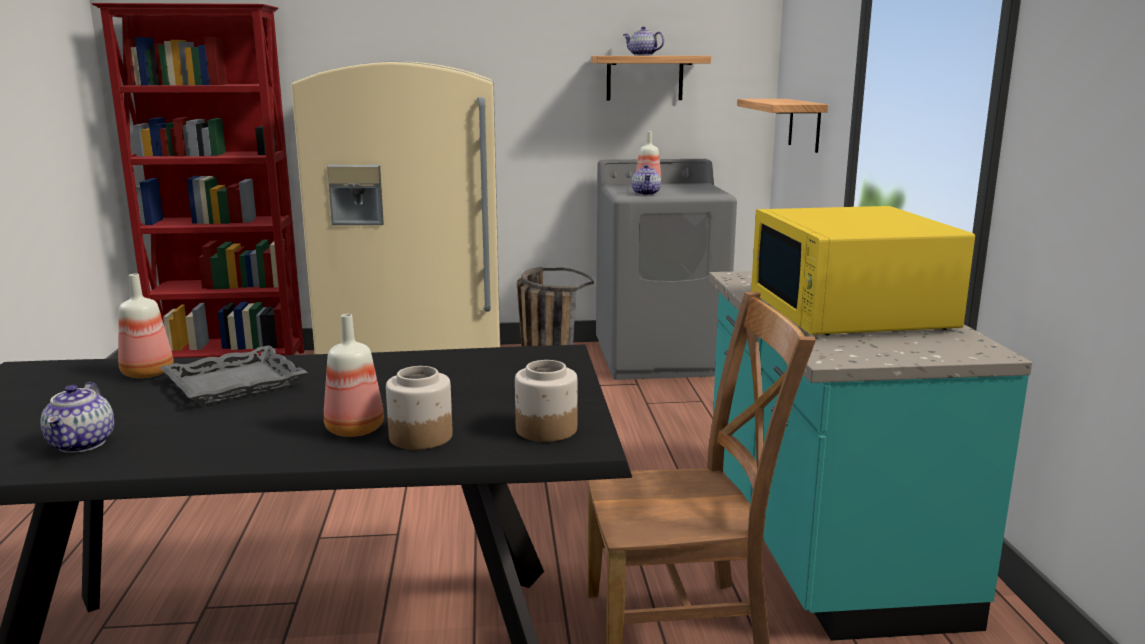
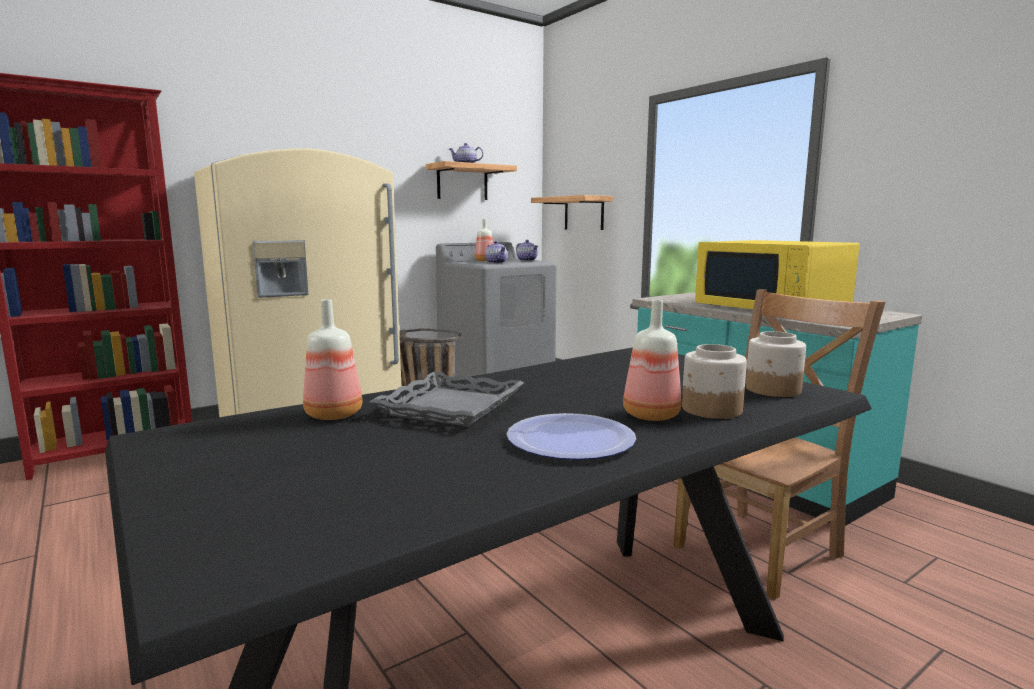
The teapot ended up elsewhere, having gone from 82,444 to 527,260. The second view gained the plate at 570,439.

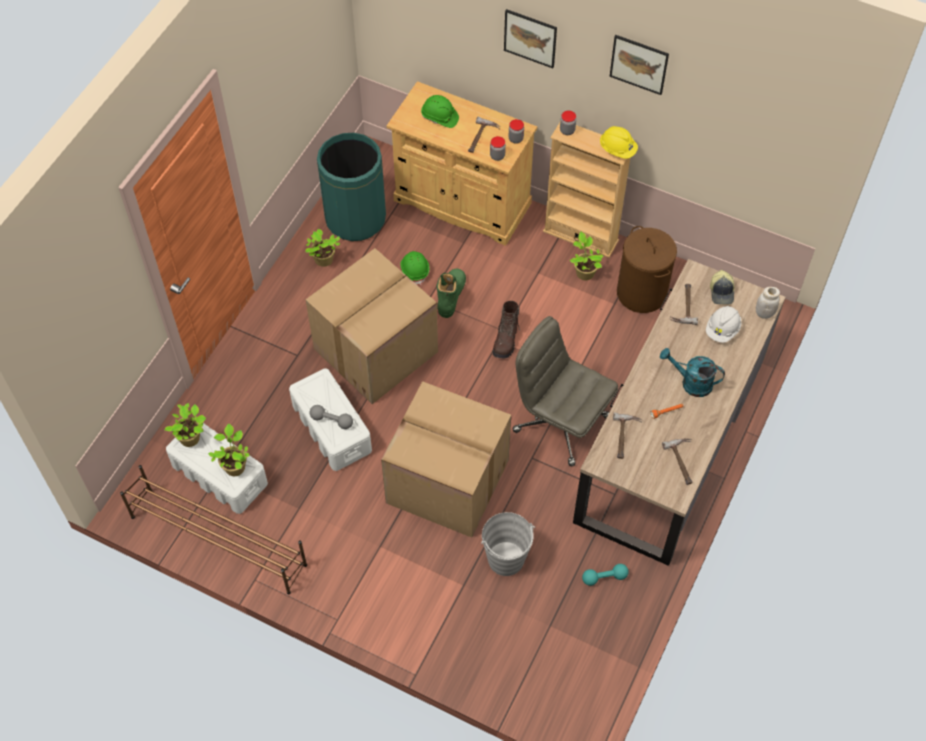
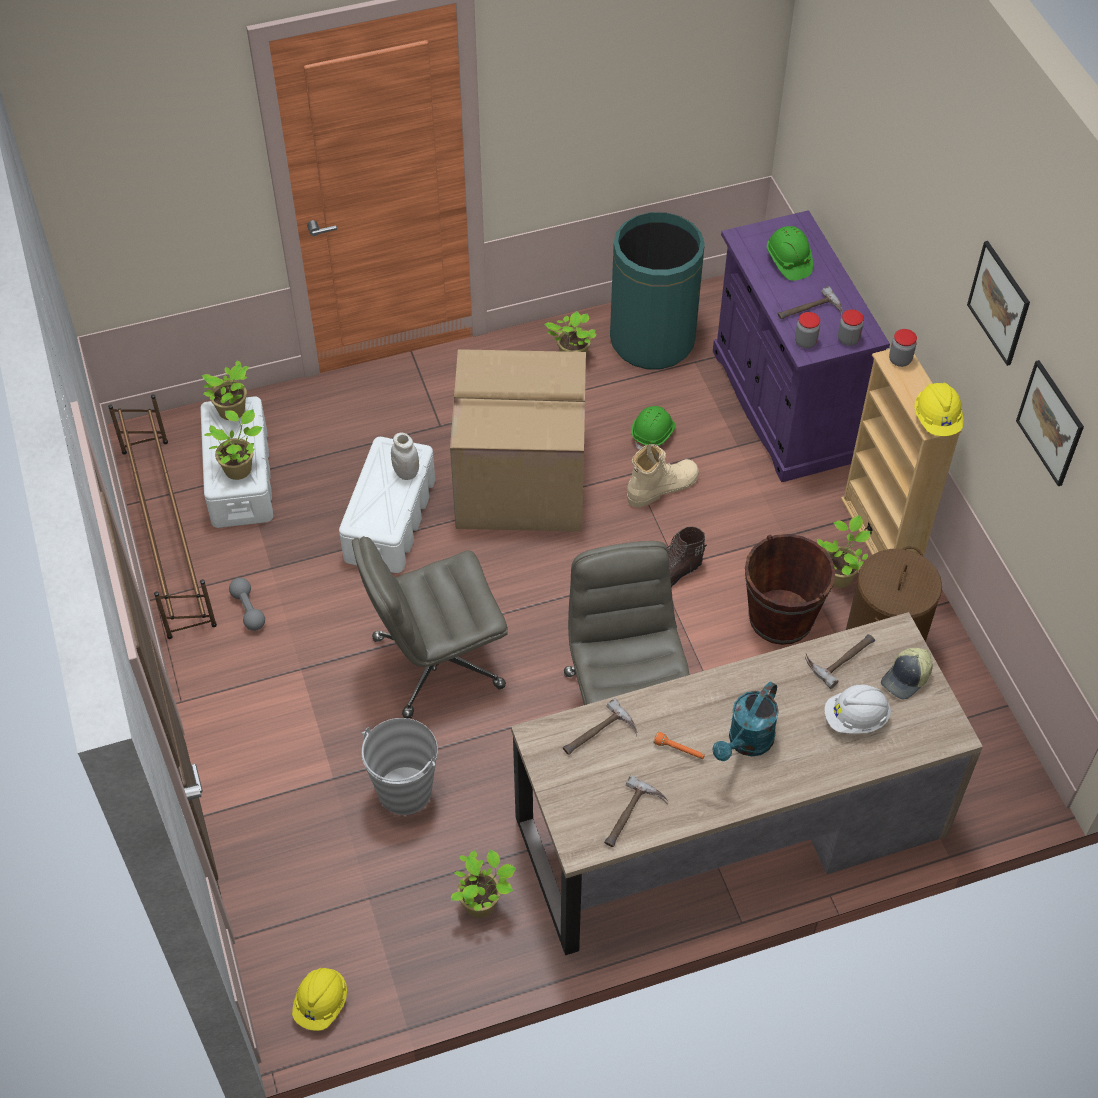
The picture ended up elsewhere, having gone from 530,38 to 1050,423. What was the beige cabinet at 462,202 turned into the purple cabinet at 785,405. What was the green boot at 451,295 turned into the beige boot at 662,487. The white jar ended up elsewhere, having gone from 764,313 to 406,473. The turquoise watering can at 691,382 ended up facing another way, 120 degrees counterclockwise from before. Where the cardboard box stood at 445,482, the grey office chair came to stand at 436,663. The grey dumbbell ended up elsewhere, having gone from 331,420 to 248,610. Where the turquoise dumbbell stood at 604,577, the potted plant came to stand at 482,903. The second view gained the brown bucket at 780,618. The second view gained the yellow hard hat at 321,1004.

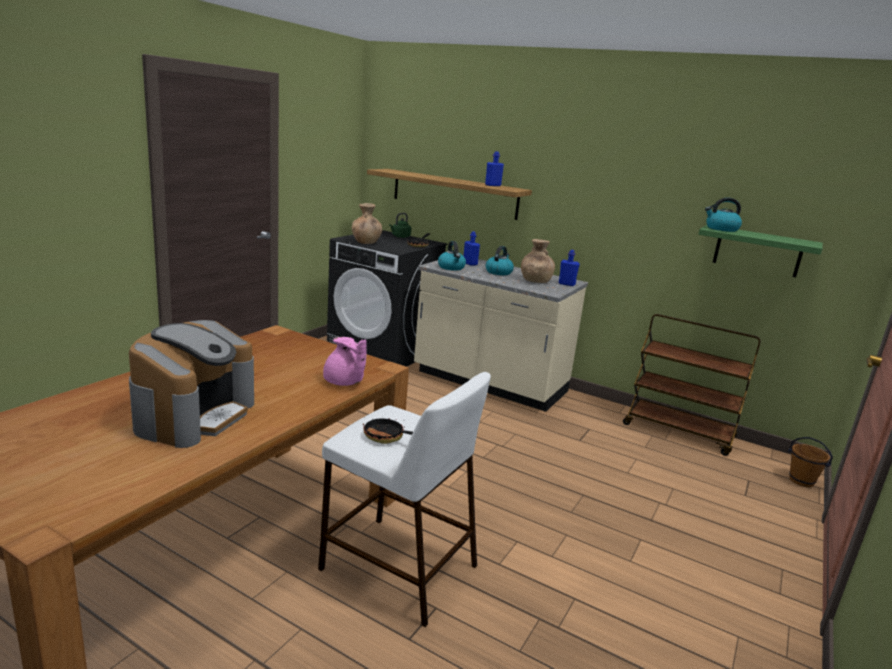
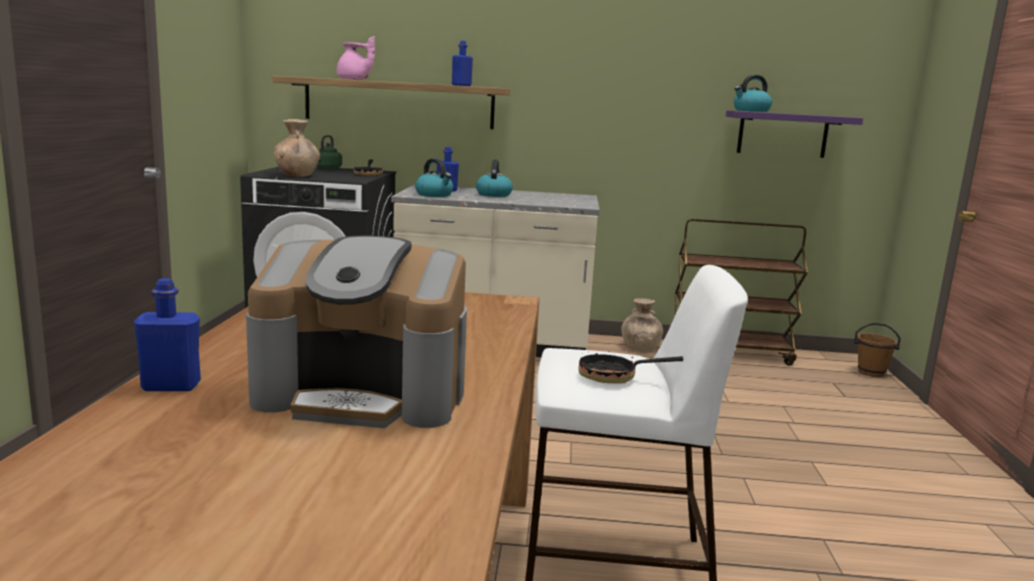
What was the green shelf at 757,251 turned into the purple shelf at 782,134. The brown vase ended up elsewhere, having gone from 535,281 to 640,347. The blue bottle ended up elsewhere, having gone from 566,284 to 171,386. The coffee machine at 194,415 ended up facing another way, 105 degrees clockwise from before. The pink teapot ended up elsewhere, having gone from 344,382 to 354,79.

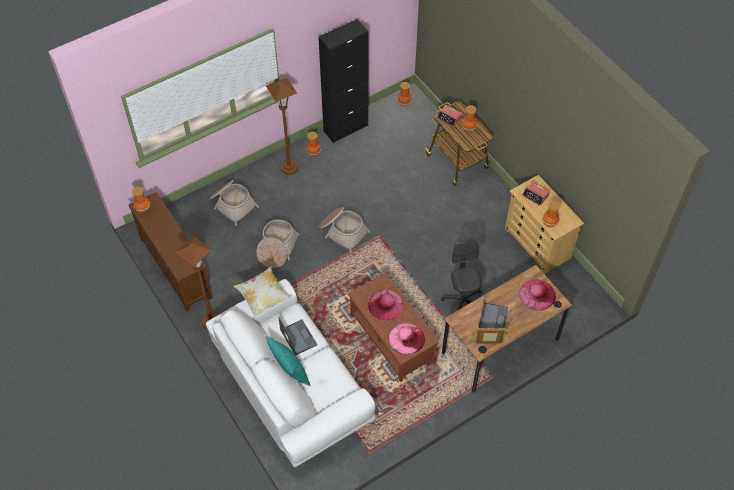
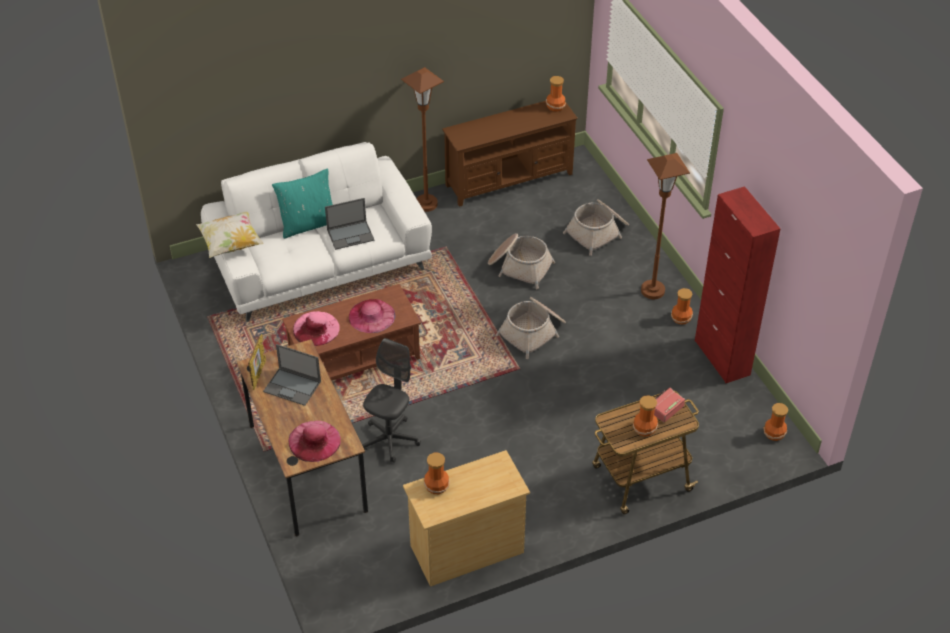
What was the black cabinet at 346,128 turned into the red cabinet at 722,357. The second view lost the alarm clock at 535,195. The grey office chair at 462,300 ended up facing another way, 60 degrees counterclockwise from before. The pillow ended up elsewhere, having gone from 263,297 to 231,244.

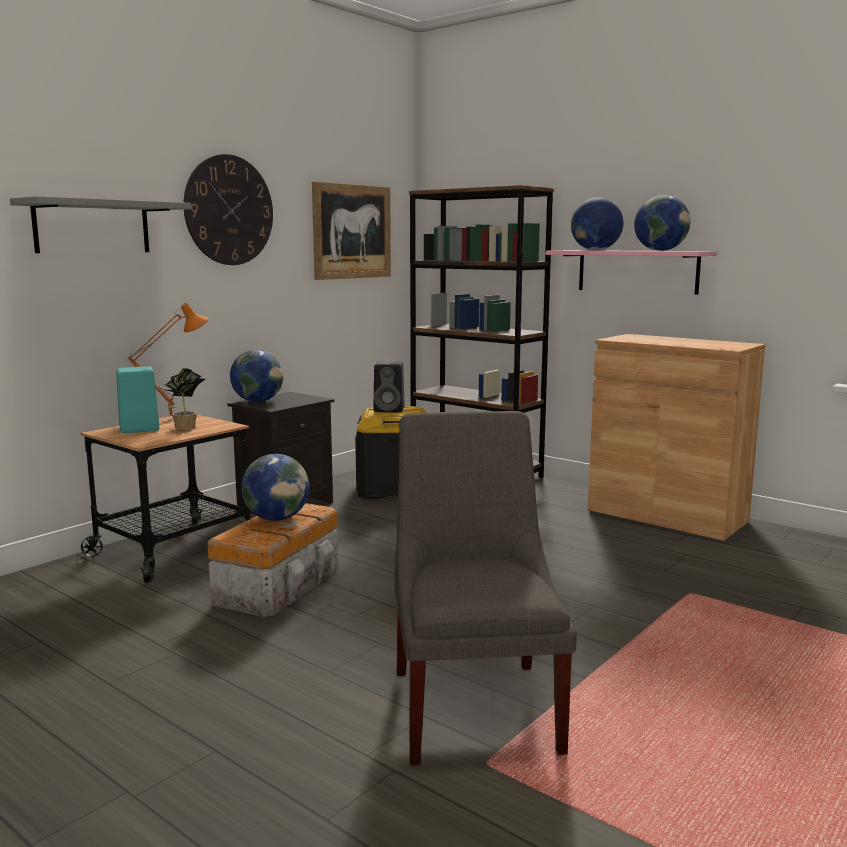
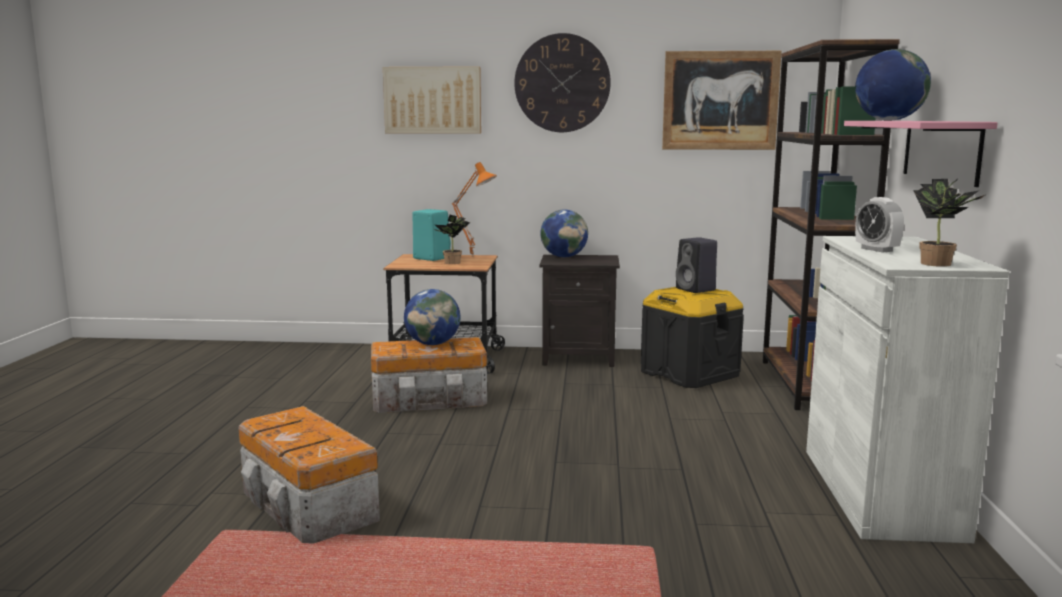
The second view lost the globe at 660,250. Where the grey shelf hung at 92,227, the picture came to hang at 432,100. What was the brown cabinet at 666,515 turned into the white cabinet at 880,492. Where the grey chair stood at 475,704, the storage box came to stand at 308,506. The second view gained the potted plant at 940,264. The second view gained the alarm clock at 876,250.

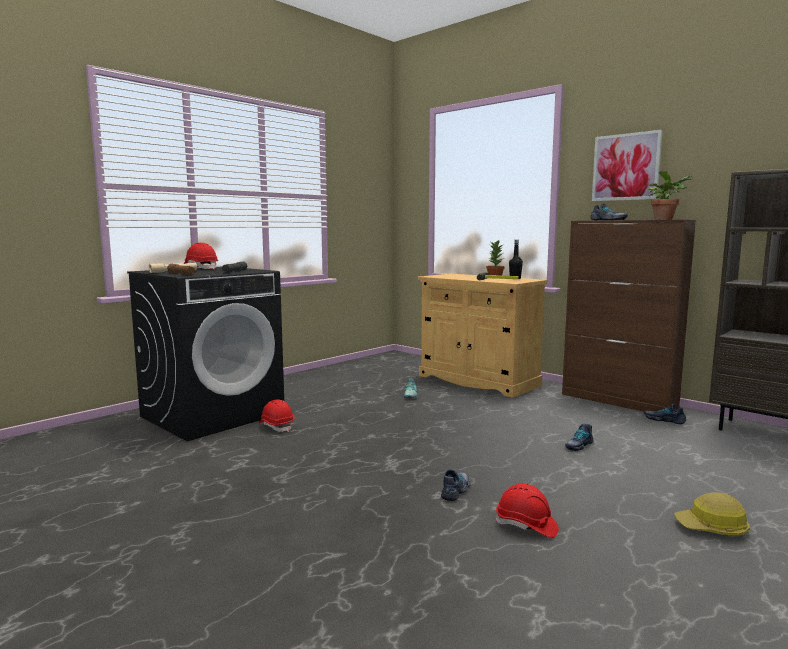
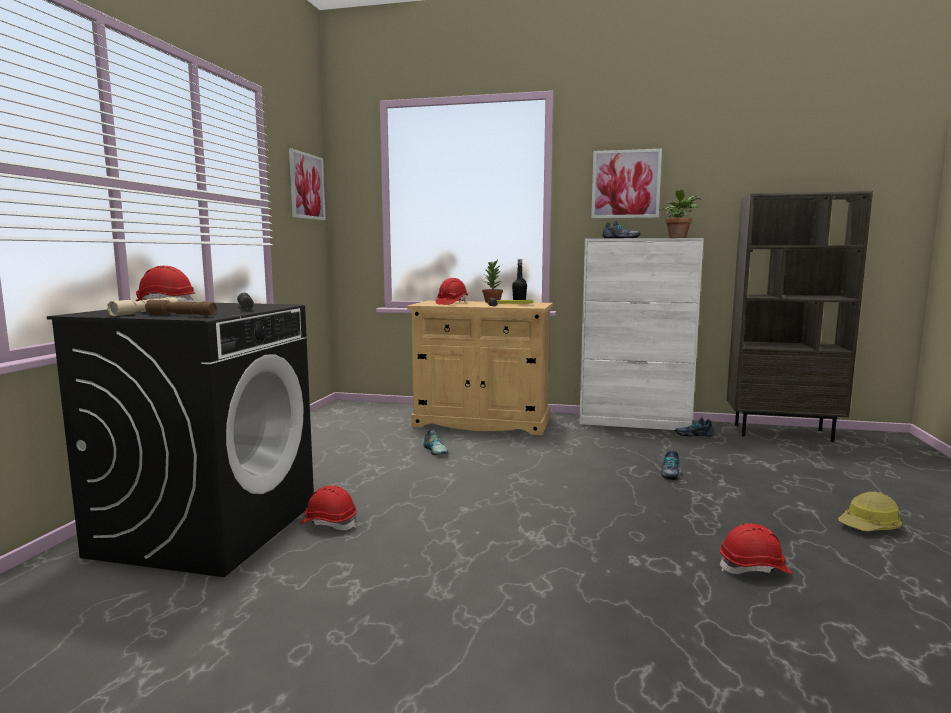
What was the brown cabinet at 618,401 turned into the white cabinet at 634,423. The second view lost the shoe at 456,490. The second view gained the picture at 306,186. The second view gained the red hard hat at 451,303.

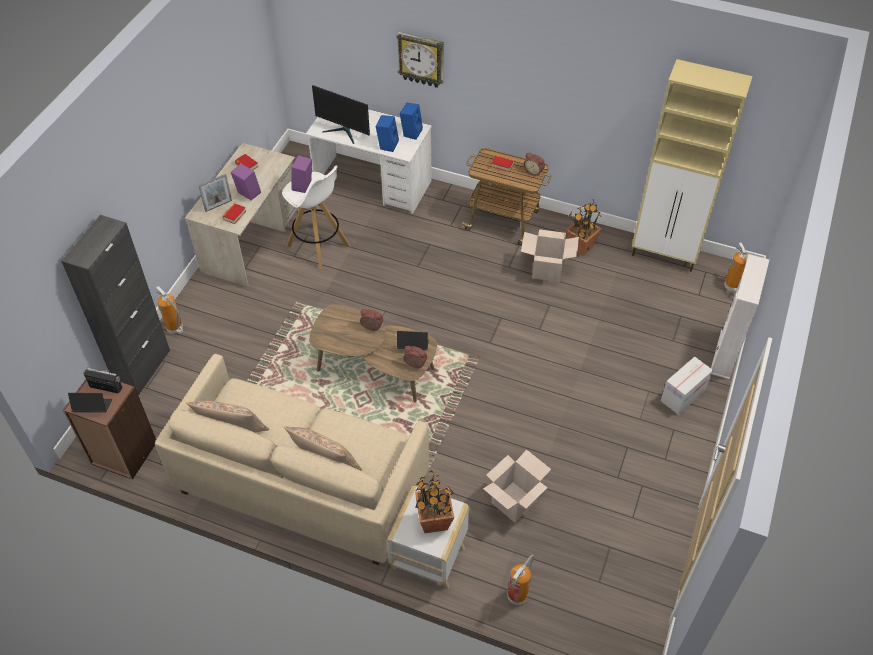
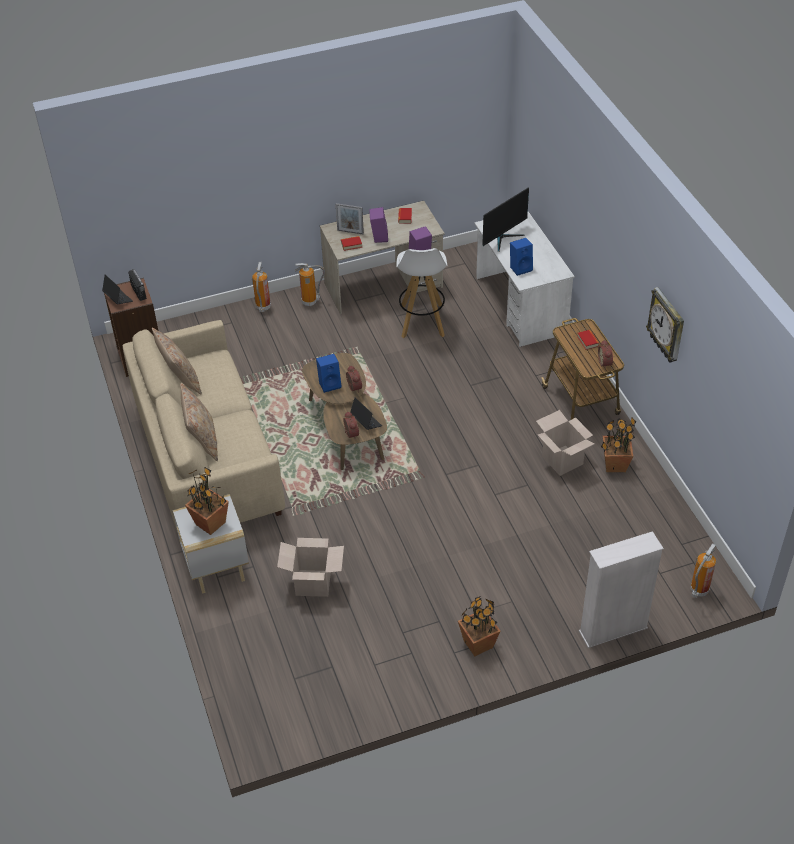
The wall clock ended up elsewhere, having gone from 421,59 to 667,326. The second view lost the beige cabinet at 665,255. The monitor at 344,131 ended up facing another way, 120 degrees counterclockwise from before. The blue speaker ended up elsewhere, having gone from 411,132 to 330,384. The second view lost the black cabinet at 143,368. The second view lost the cardboard box at 683,395. The fire extinguisher ended up elsewhere, having gone from 518,595 to 310,302. The second view gained the potted plant at 478,644.

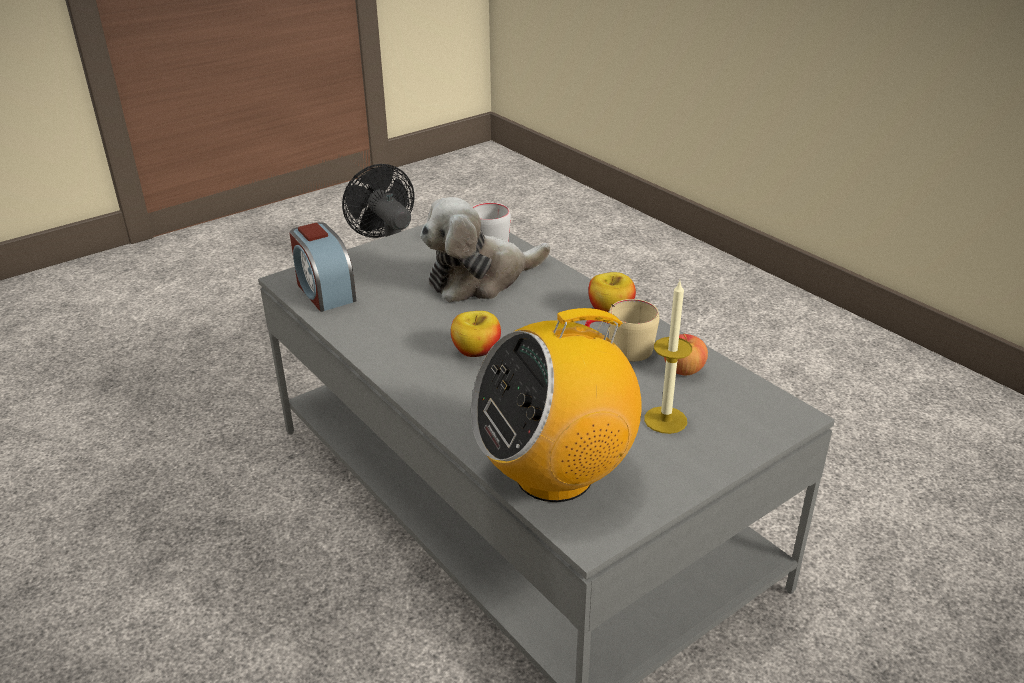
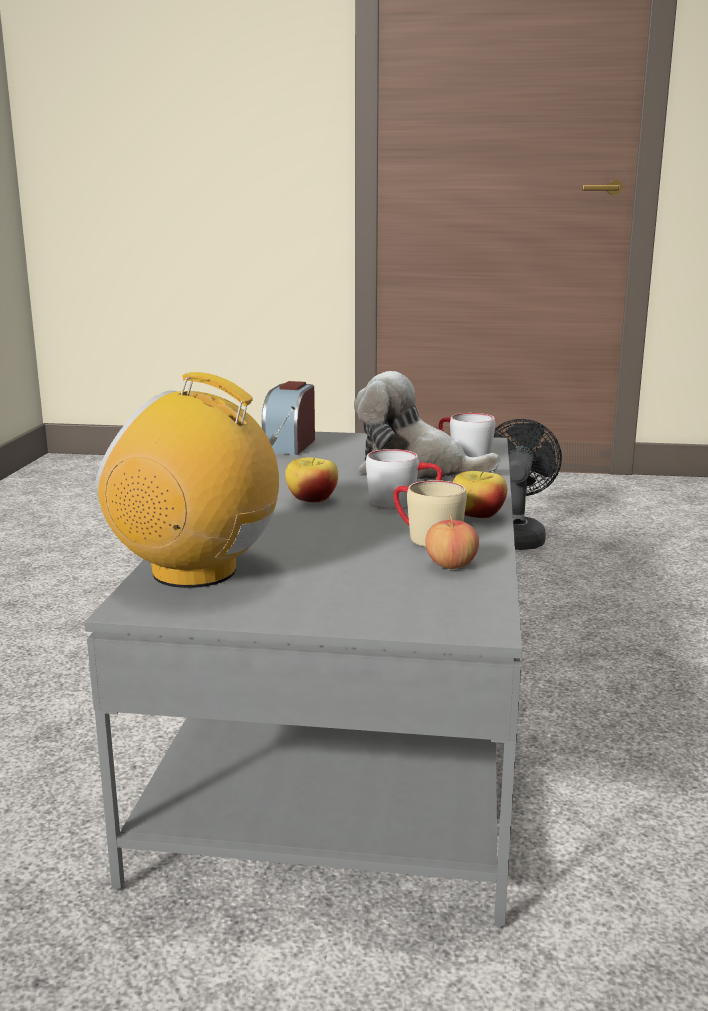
The second view lost the candle at 665,420. The second view gained the grey mug at 403,502.

